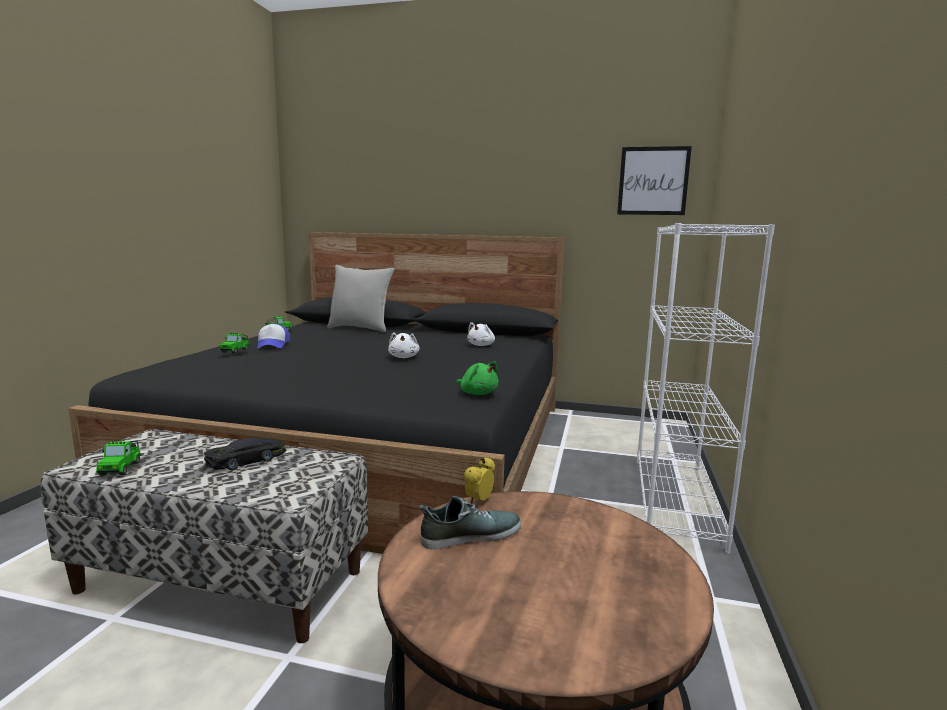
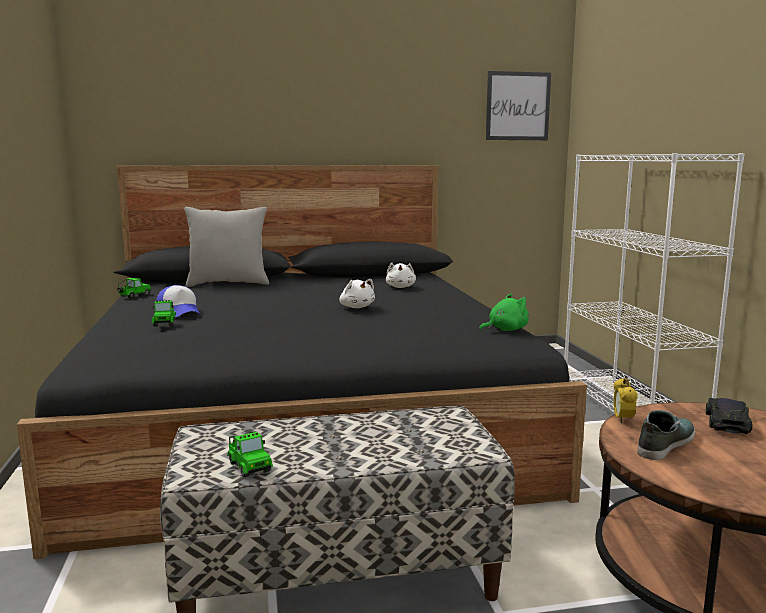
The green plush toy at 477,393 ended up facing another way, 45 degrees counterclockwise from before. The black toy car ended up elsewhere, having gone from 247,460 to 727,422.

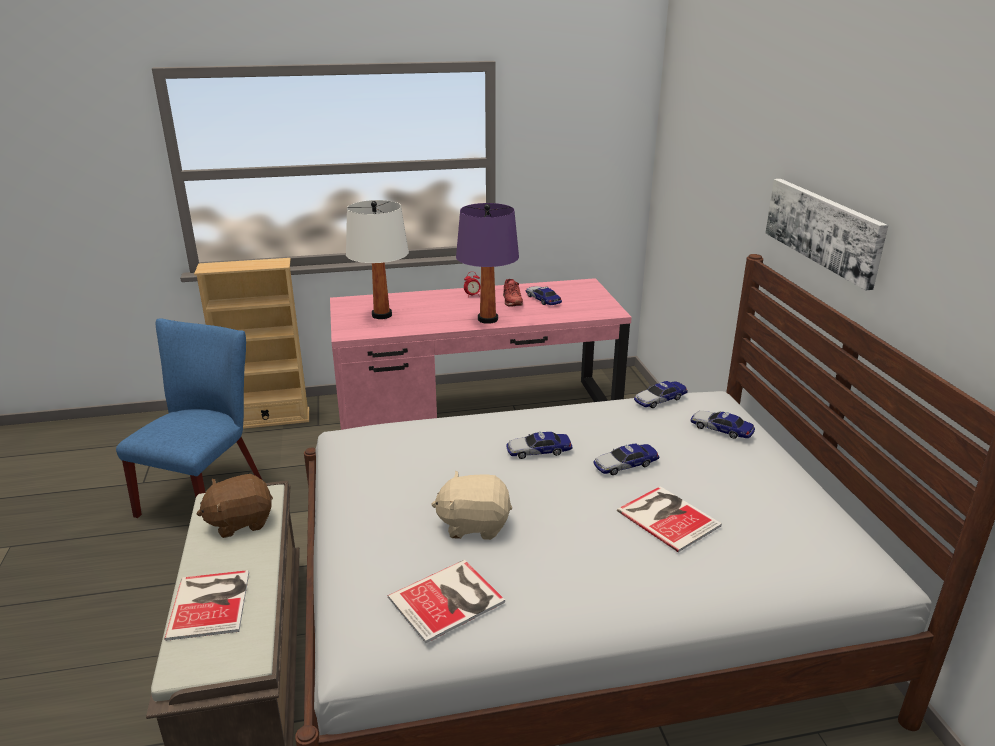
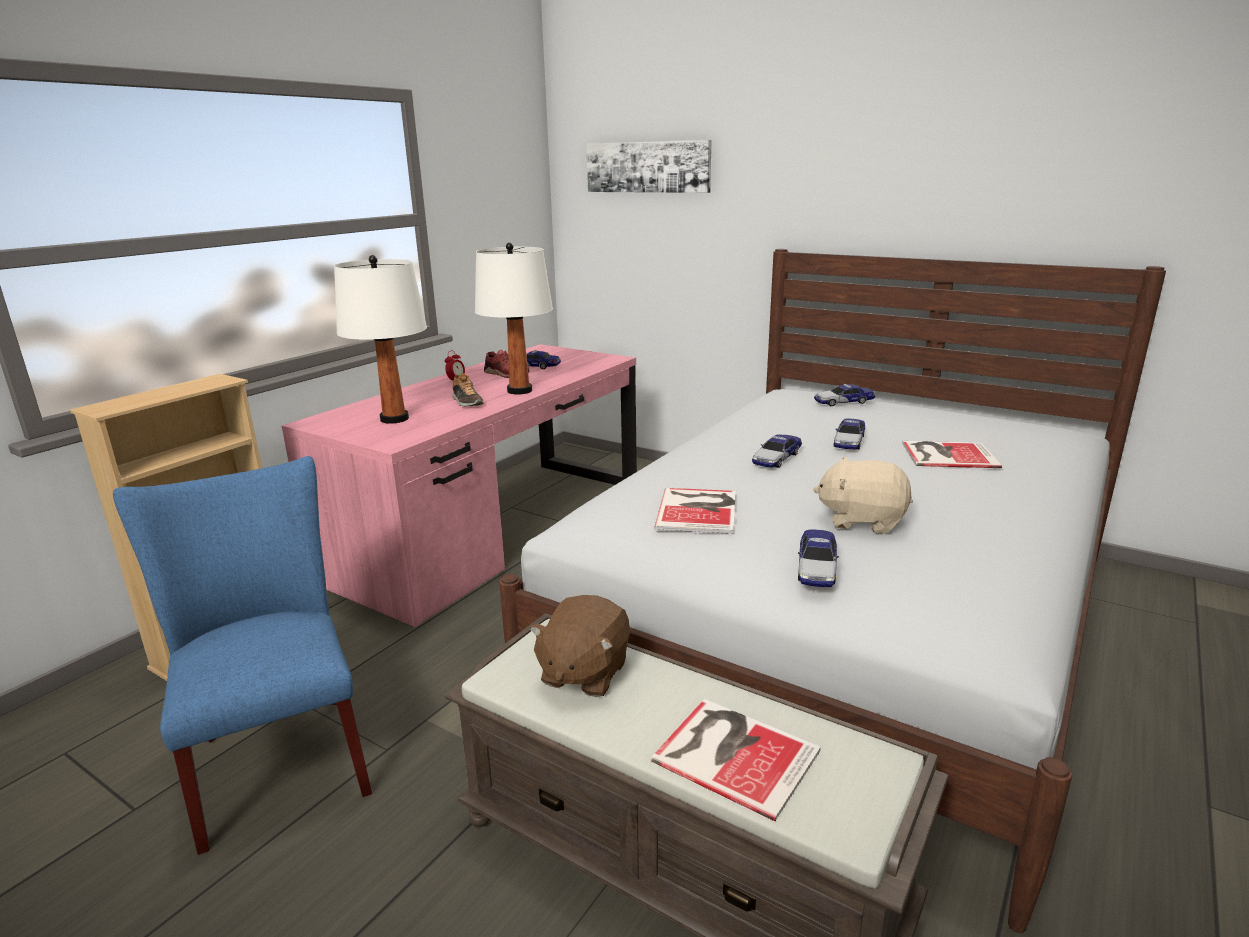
The picture ended up elsewhere, having gone from 823,229 to 648,167. What was the purple table lamp at 488,319 turned into the white table lamp at 520,390. The toy car ended up elsewhere, having gone from 660,399 to 816,566. The beige plush toy at 474,524 ended up facing another way, 60 degrees clockwise from before. The book ended up elsewhere, having gone from 449,600 to 699,509. The second view gained the shoe at 467,402.

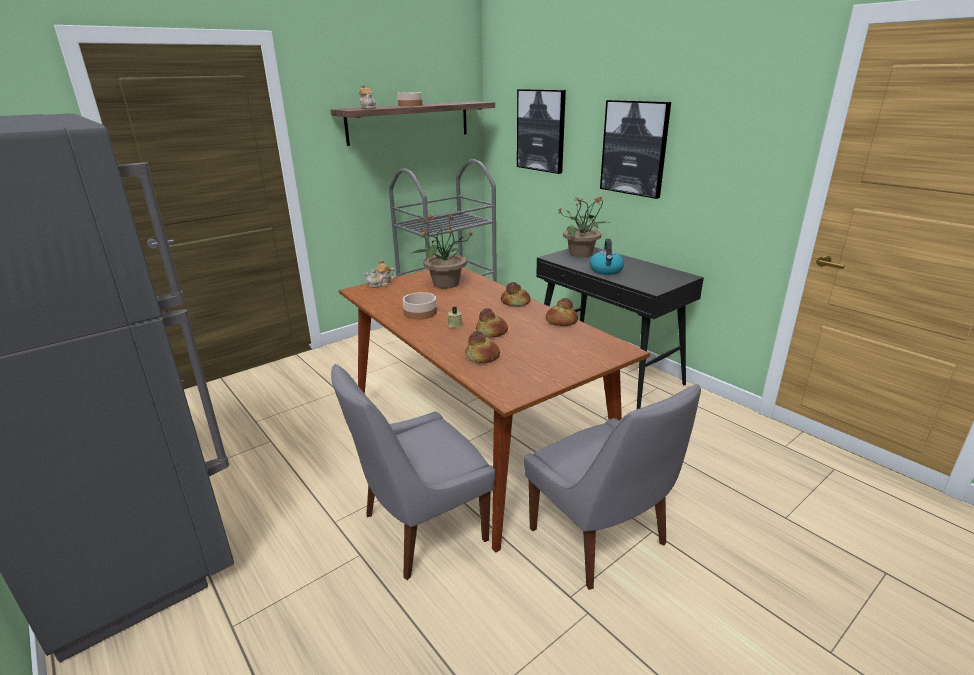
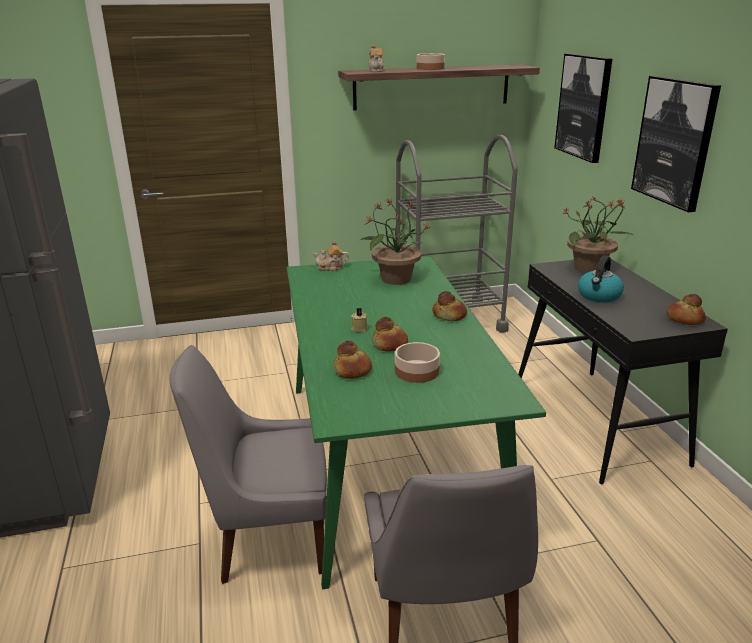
What was the brown dining table at 477,438 turned into the green dining table at 389,460. The bowl ended up elsewhere, having gone from 420,313 to 417,371. The bread ended up elsewhere, having gone from 561,321 to 684,319.

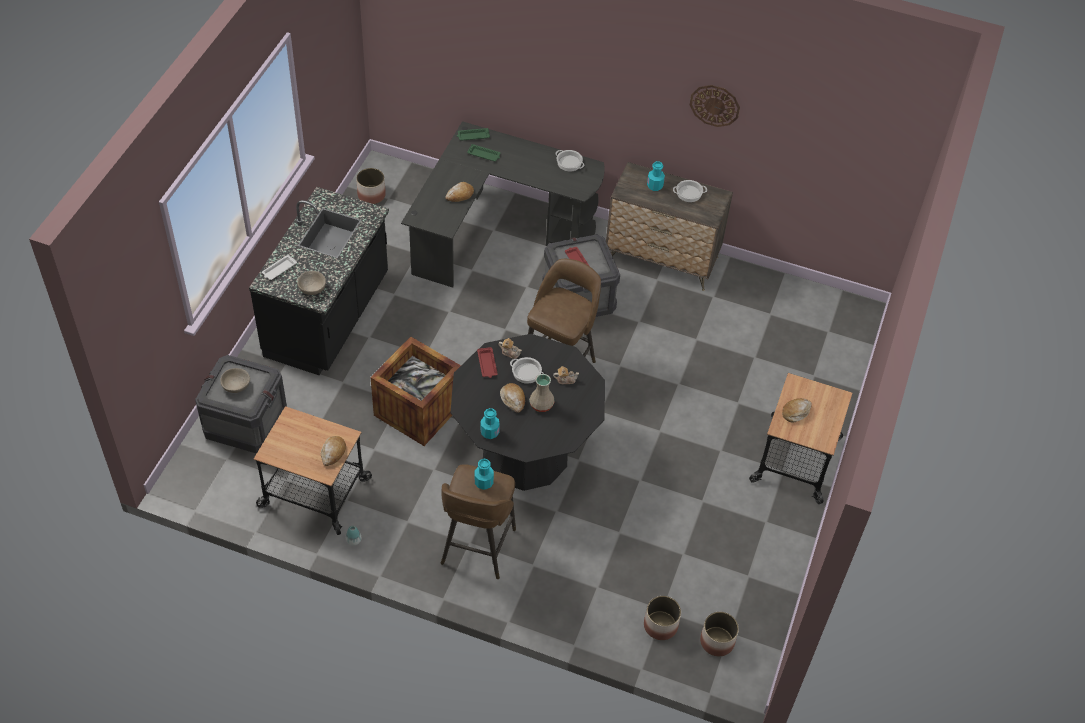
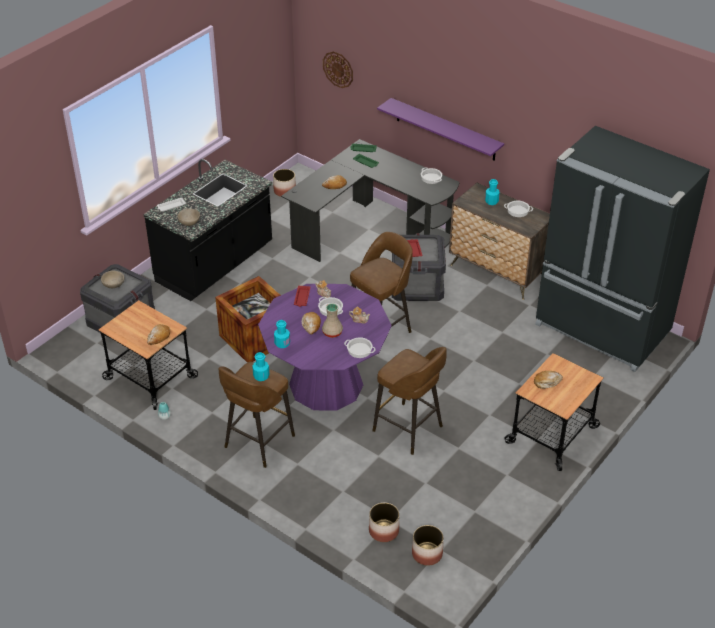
The wall clock ended up elsewhere, having gone from 714,105 to 338,69. What was the black dining table at 525,453 turned into the purple dining table at 326,384. The second view gained the purple shelf at 445,130. The second view gained the black fridge at 601,330. The second view gained the cooking pot at 359,350. The second view gained the brown stool at 409,430.

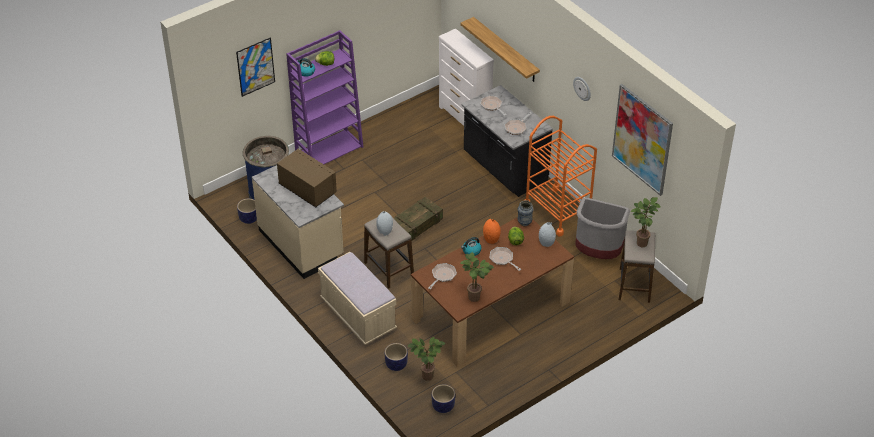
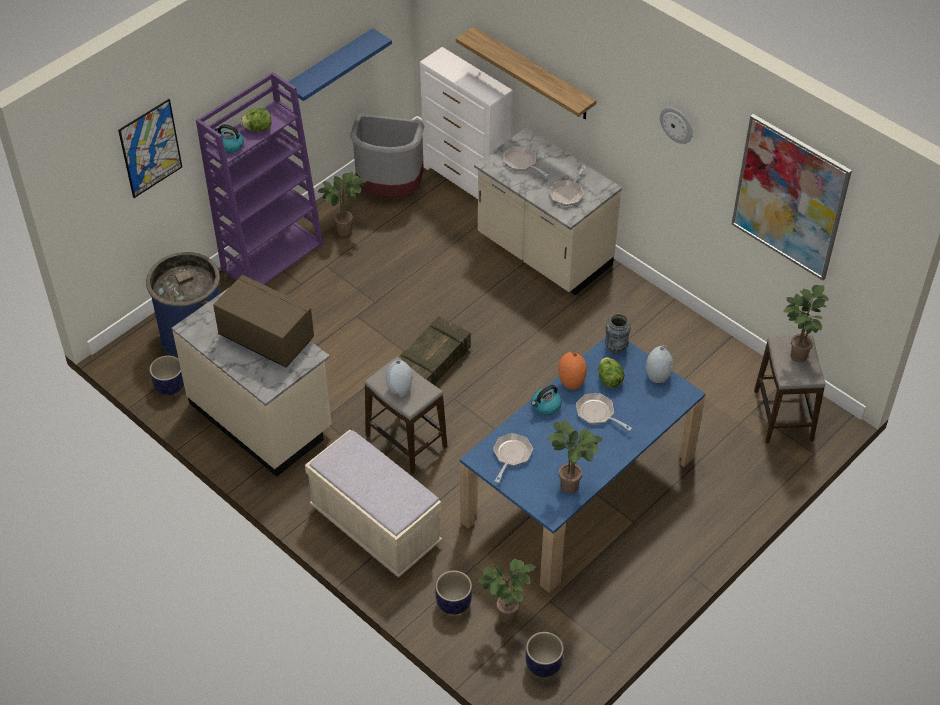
What was the black counter at 504,169 turned into the beige counter at 543,253. The second view lost the orange cart at 557,211. The grey trash can ended up elsewhere, having gone from 598,253 to 389,190. What was the brown dining table at 491,311 turned into the blue dining table at 579,490. The second view gained the blue shelf at 330,67. The second view gained the potted plant at 346,229.

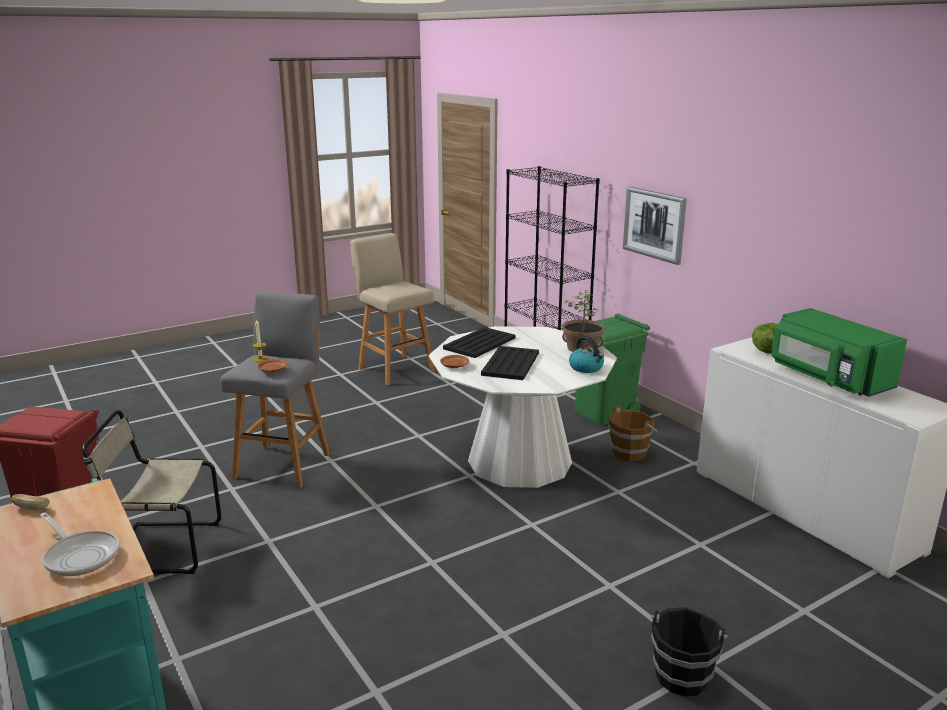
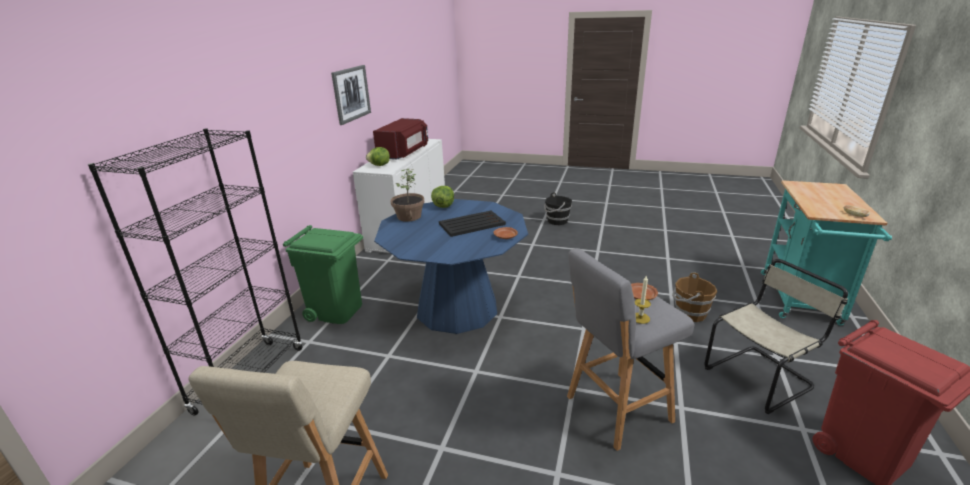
The picture ended up elsewhere, having gone from 654,224 to 351,94. What was the green microwave at 827,378 turned into the red microwave at 404,153. What was the white dining table at 520,461 turned into the blue dining table at 457,308. The second view lost the black tray at 479,343. Where the kettle stood at 586,368, the lettuce came to stand at 443,206. The brown bucket ended up elsewhere, having gone from 629,452 to 689,313. The beige chair at 161,548 ended up facing another way, 75 degrees counterclockwise from before. The second view lost the frying pan at 80,556.

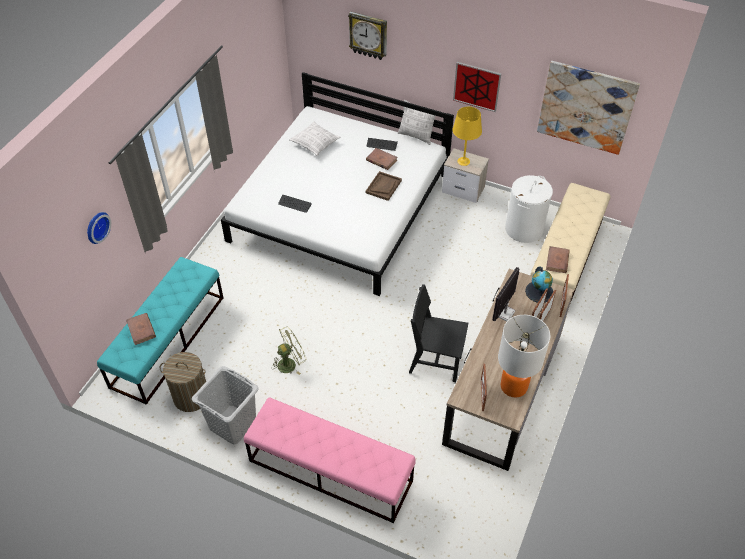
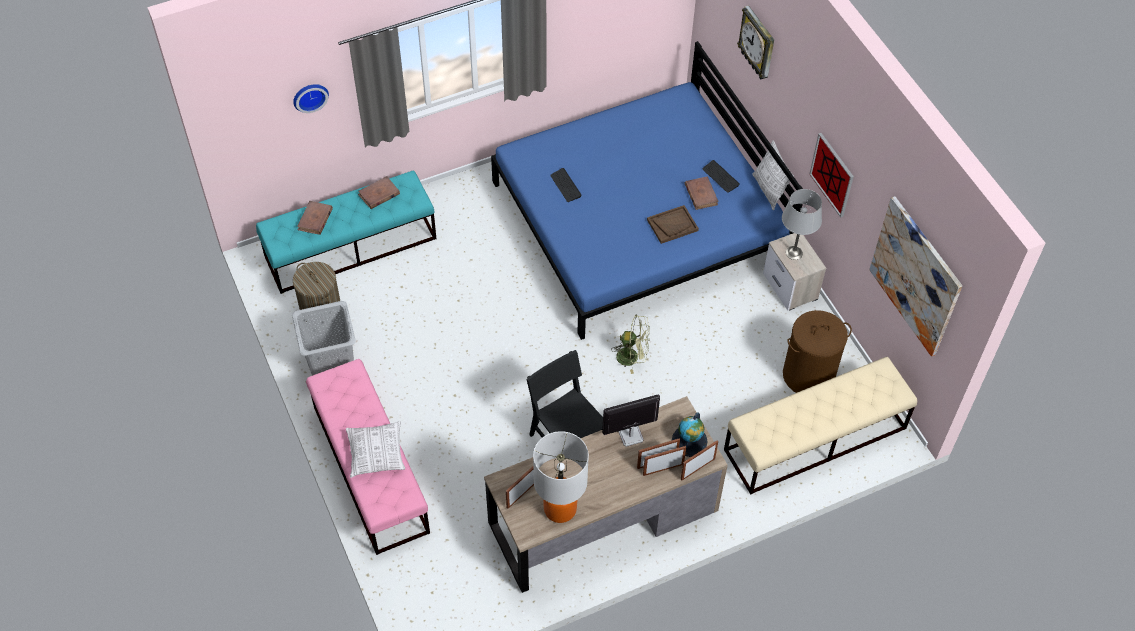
What was the white bed at 341,207 turned into the blue bed at 639,220. What was the yellow table lamp at 463,161 turned into the grey table lamp at 794,253. The pillow ended up elsewhere, having gone from 315,143 to 376,454. What was the white laundry basket at 524,229 turned into the brown laundry basket at 808,375. The brown book ended up elsewhere, having gone from 557,261 to 379,194. The green fan ended up elsewhere, having gone from 290,363 to 632,357.

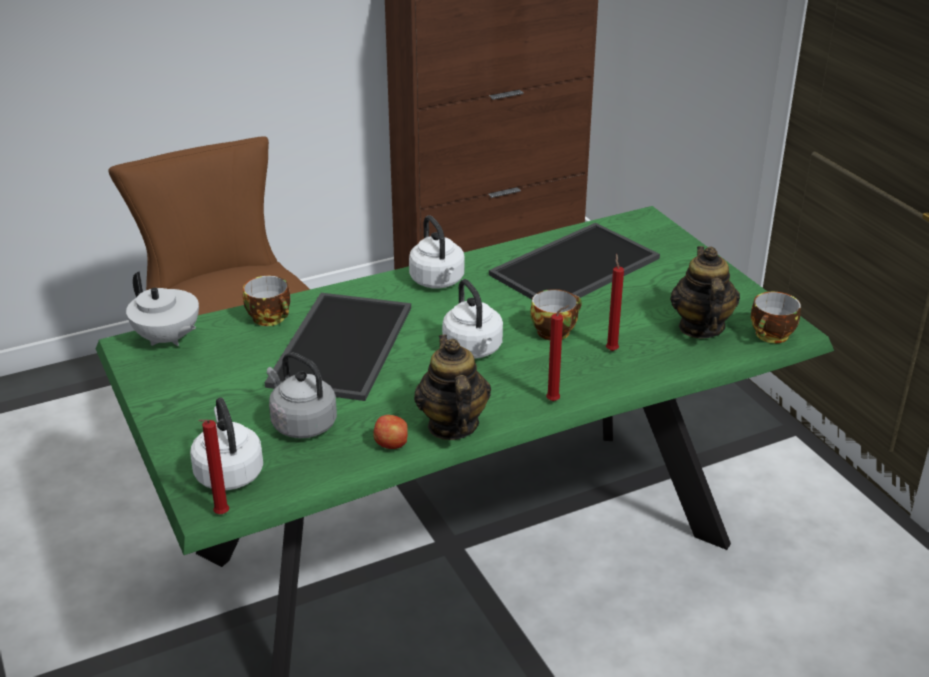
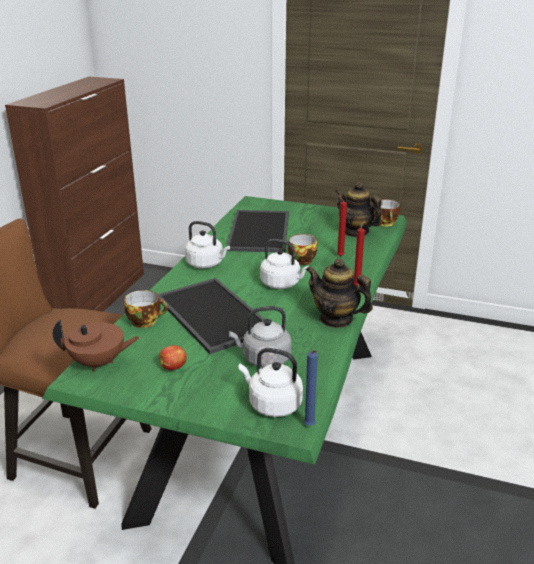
What was the white teapot at 167,339 turned into the brown teapot at 98,363. The apple ended up elsewhere, having gone from 392,445 to 174,367. What was the red candle at 220,515 turned into the blue candle at 310,427.

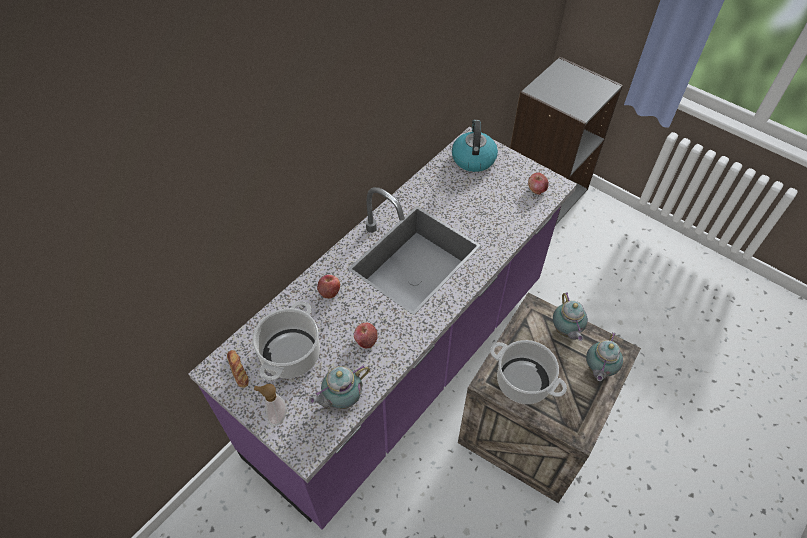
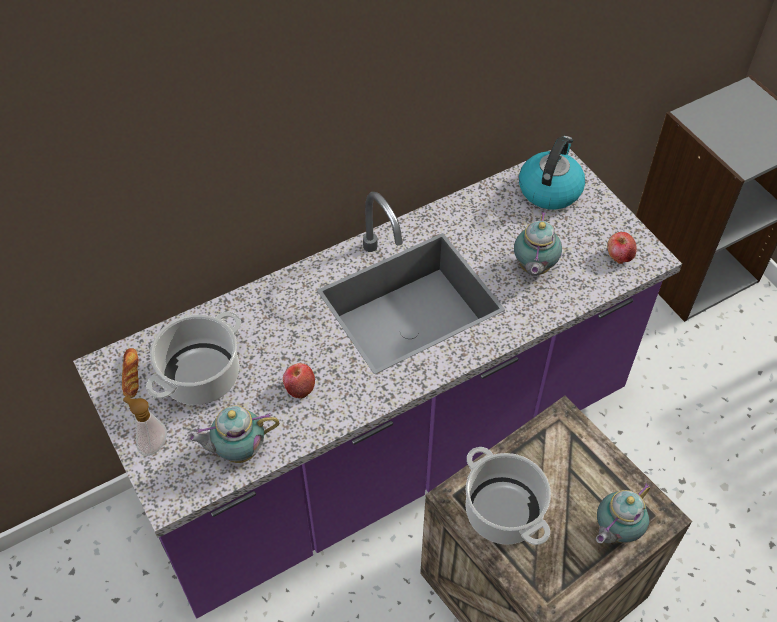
The second view lost the apple at 329,291. The teapot ended up elsewhere, having gone from 565,331 to 533,269.

